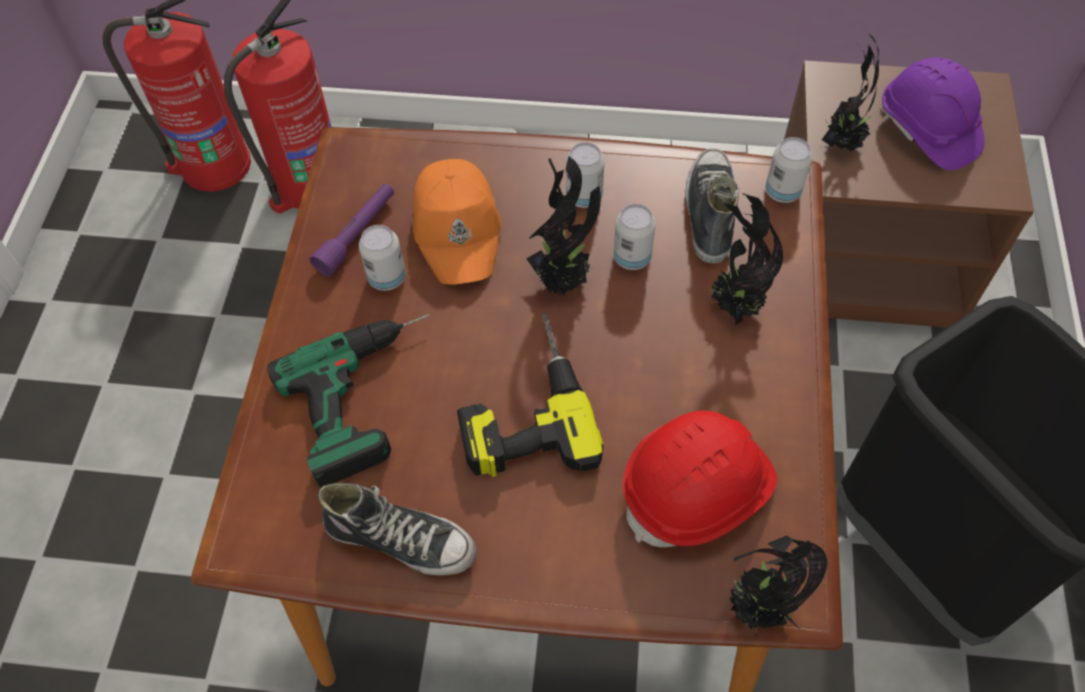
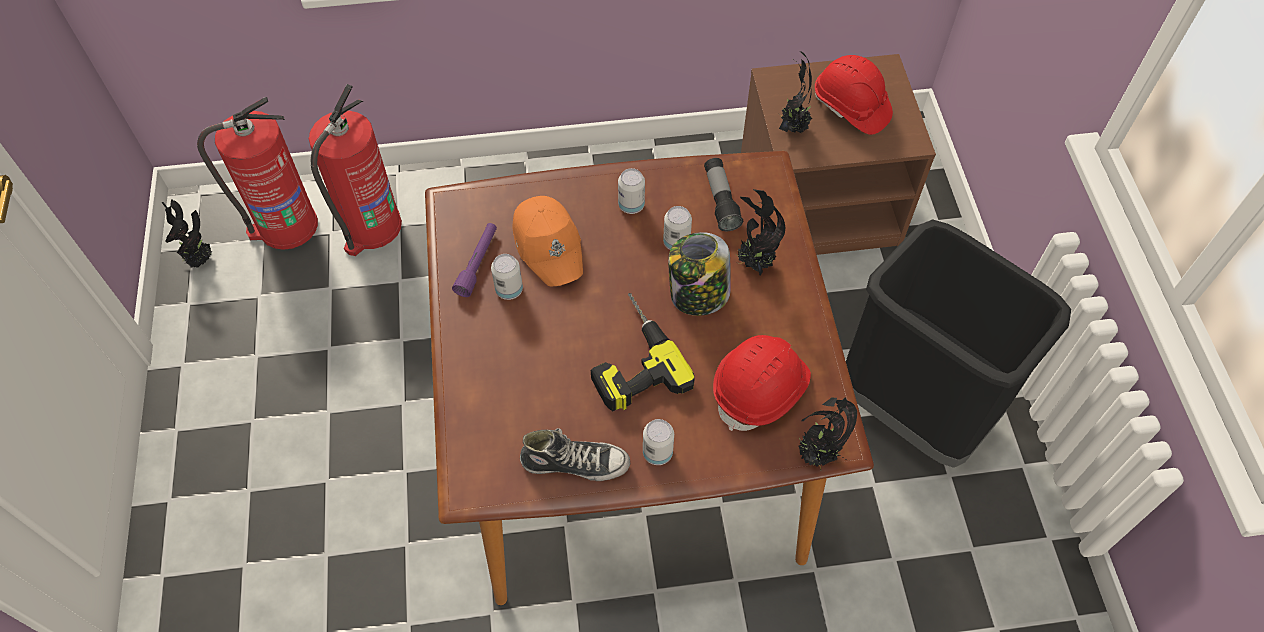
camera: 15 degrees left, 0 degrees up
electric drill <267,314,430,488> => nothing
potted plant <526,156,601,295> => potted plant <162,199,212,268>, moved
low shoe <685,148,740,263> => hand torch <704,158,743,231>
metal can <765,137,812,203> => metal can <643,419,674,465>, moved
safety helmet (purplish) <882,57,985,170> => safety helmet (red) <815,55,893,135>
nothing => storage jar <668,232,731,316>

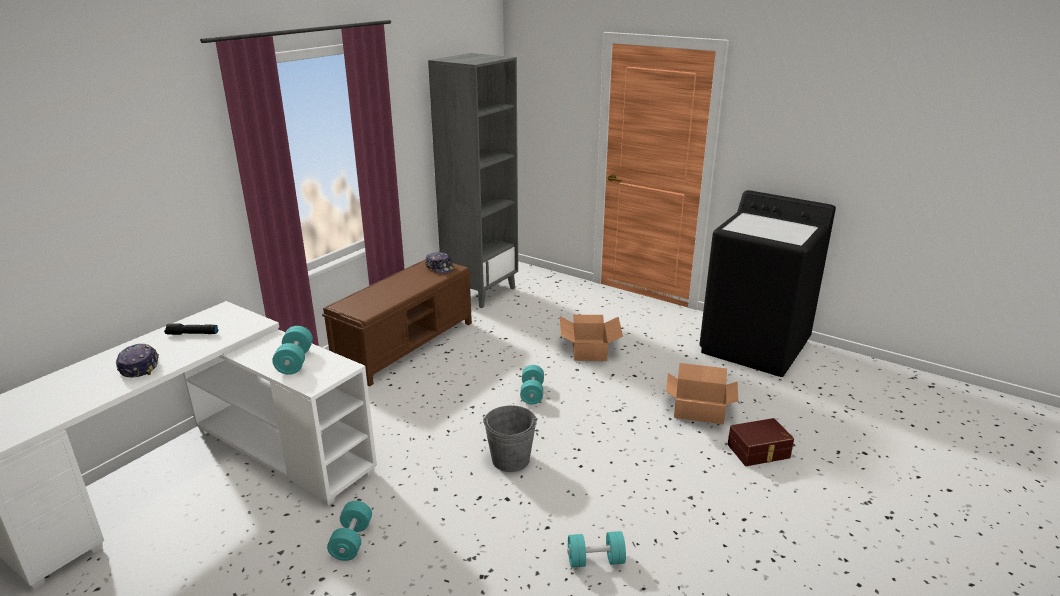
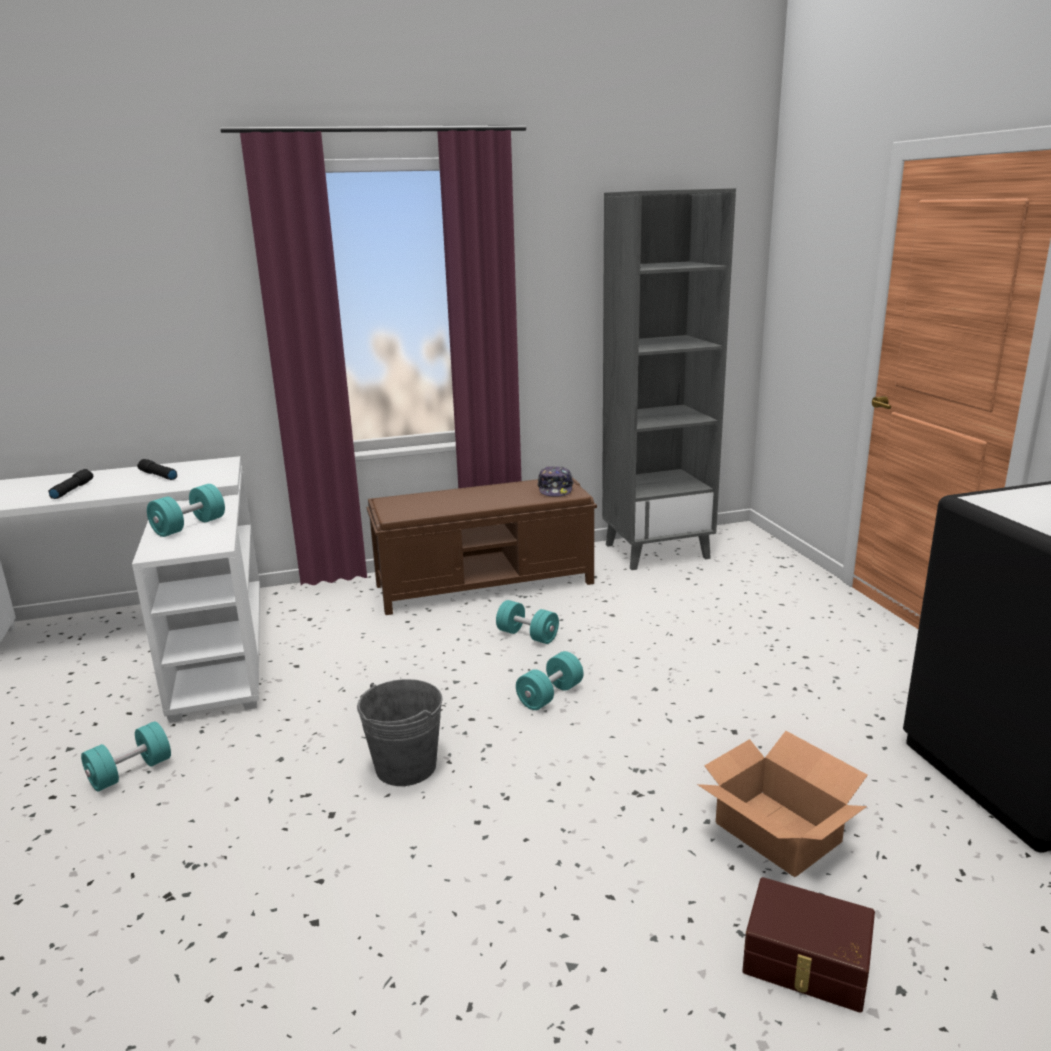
camera: 40 degrees right, 5 degrees down
baseball cap <116,344,159,377> => hand torch (blackish) <49,469,93,499>
cardboard box <560,315,623,361> => nothing
free weight (turquoise) <567,531,626,568> => free weight (turquoise) <496,600,559,644>, moved

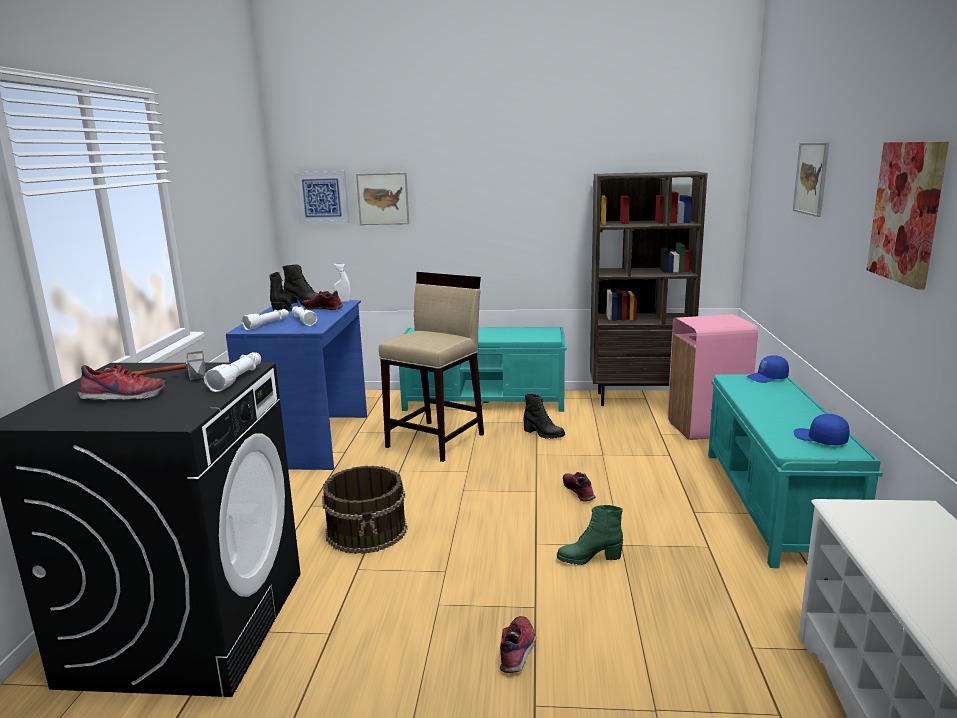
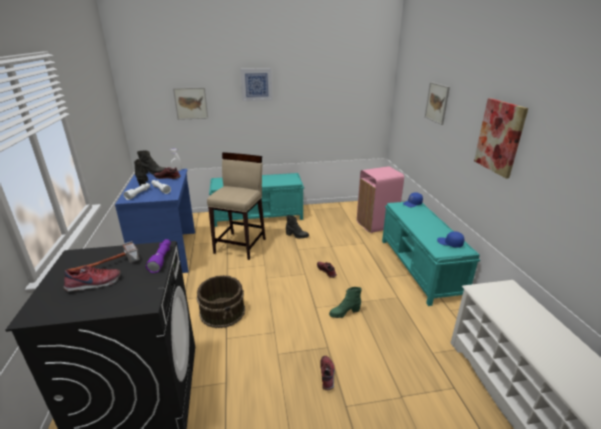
camera: 15 degrees left, 10 degrees up
hand torch (whitish) <204,352,261,392> => hand torch (purplish) <146,239,171,273>
wall art <294,171,349,224> => wall art <240,68,272,101>, moved
bookshelf (brown-coloured) <590,171,707,406> => nothing

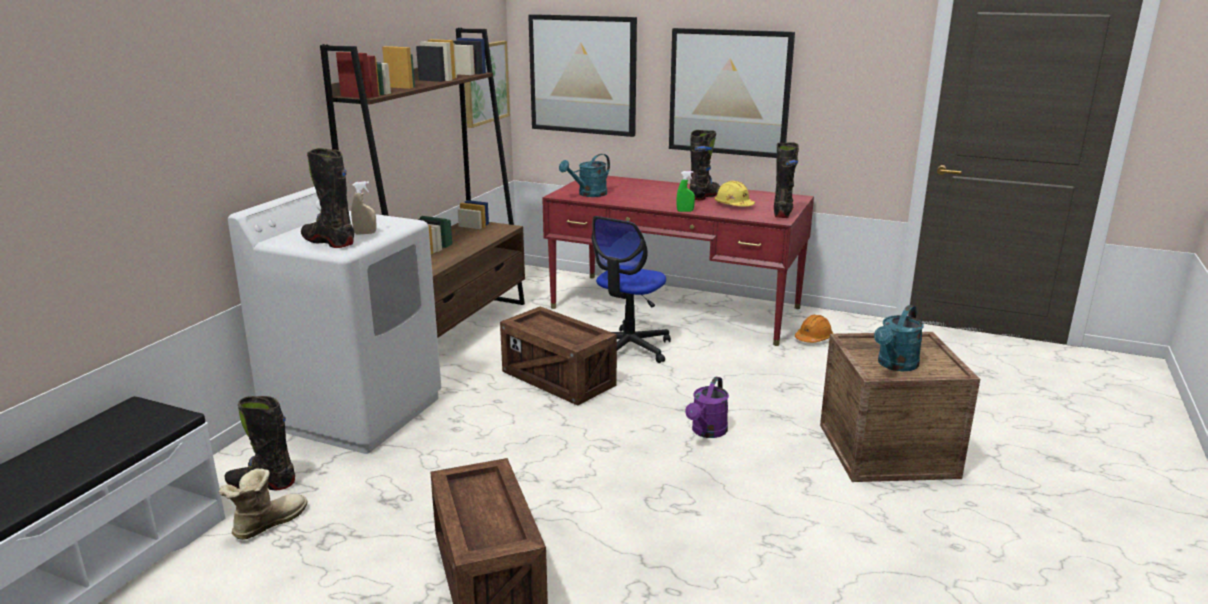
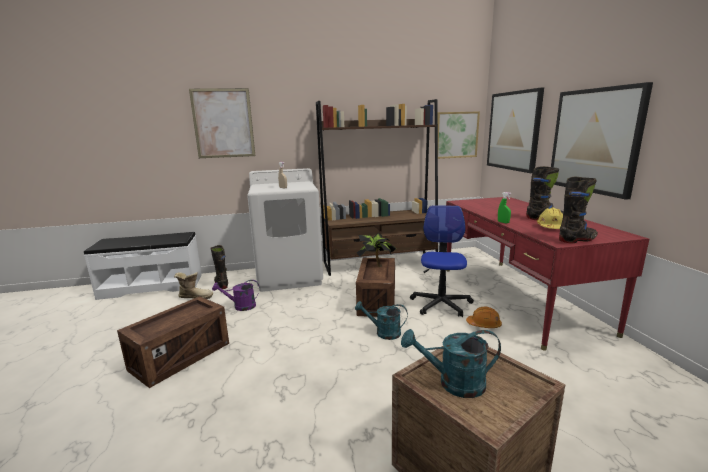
camera: 55 degrees right, 5 degrees down
tall boot (blackish) <301,148,354,248> => nothing
watering can (turquoise) <559,154,610,197> => watering can (turquoise) <355,301,408,340>, moved
desk chair <592,216,671,363> => desk chair <410,205,474,317>, 105 degrees clockwise
watering can (purplish) <685,376,729,438> => watering can (purplish) <212,280,260,311>, moved
safety helmet (orange) <795,315,833,343> => safety helmet (orange) <466,307,502,328>, moved
nothing => wall art <189,88,255,158>
nothing => potted plant <357,233,396,267>

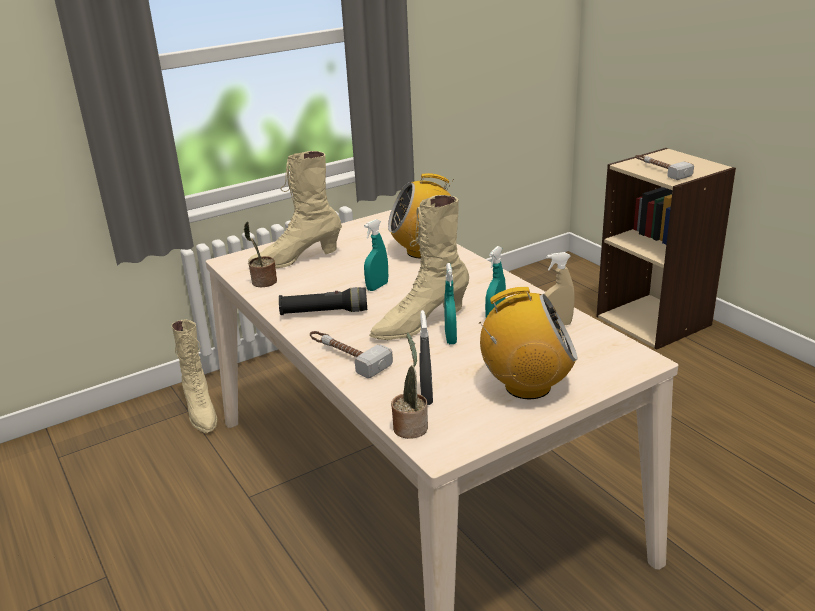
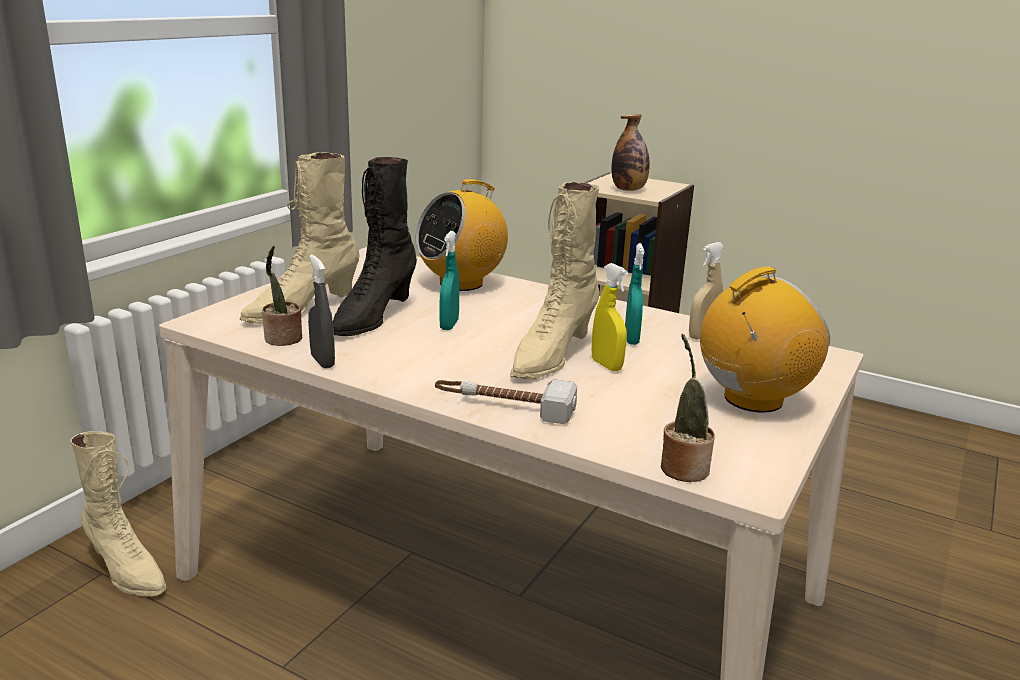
camera: 30 degrees left, 5 degrees down
hand torch (blackish) <279,287,367,315> => nothing
sprayer (greyish) <419,310,433,405> => sprayer (greyish) <308,255,335,369>, moved
sprayer (turquoise) <444,263,457,344> => sprayer (yellowish) <592,263,628,371>
hand hammer <635,155,694,180> => beverage bottle <611,114,650,191>
nothing => tall boot (blackish) <333,157,417,336>

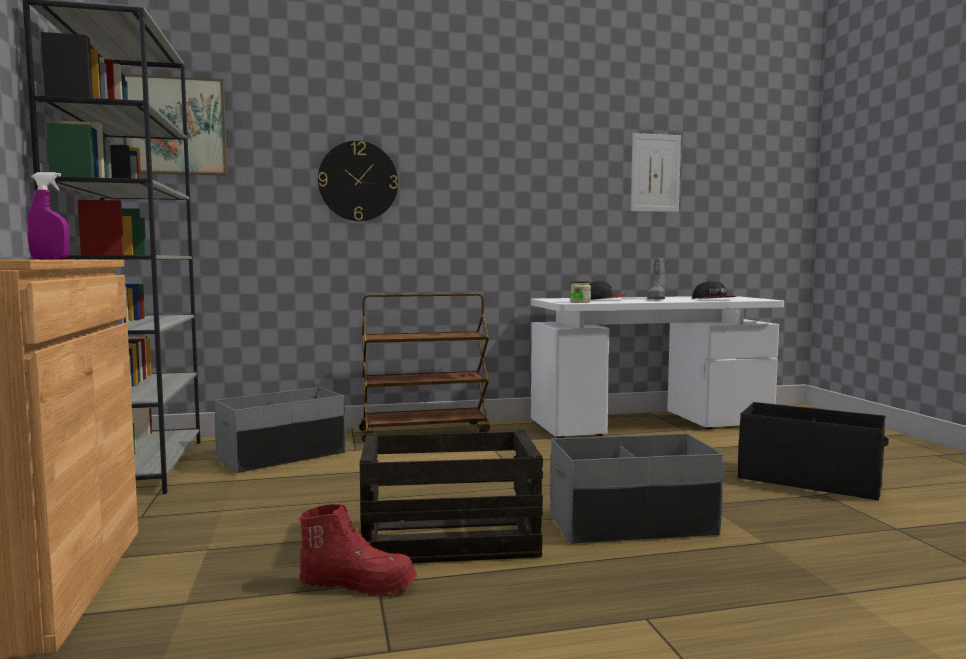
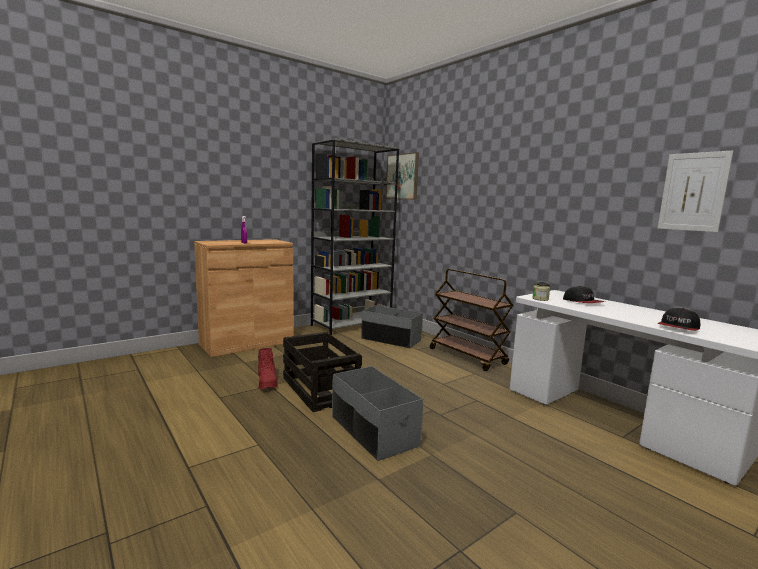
camera: 65 degrees right, 5 degrees up
hanging clock <318,141,398,221> => nothing
tall boot (greyish) <647,257,666,299> => nothing
storage container (blackish) <738,402,889,501> => nothing

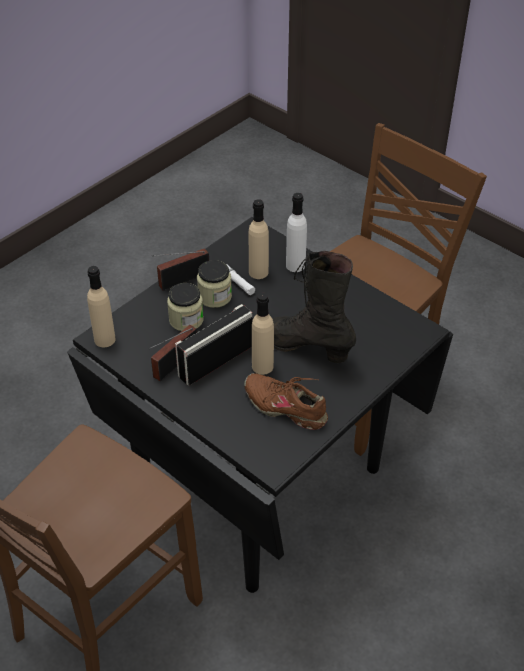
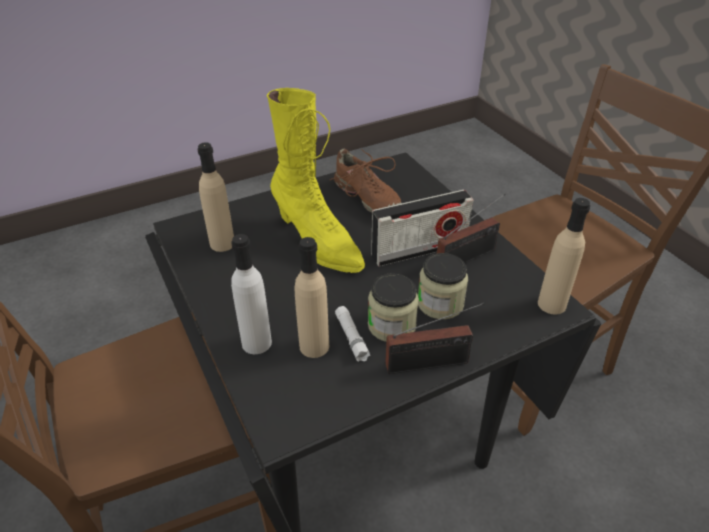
camera: 160 degrees left, 5 degrees down
beverage bottle (beige-coloured) <252,293,274,375> => beverage bottle (beige-coloured) <198,142,234,252>, moved
tall boot (blackish) <272,251,356,363> => tall boot (yellowish) <267,88,365,273>

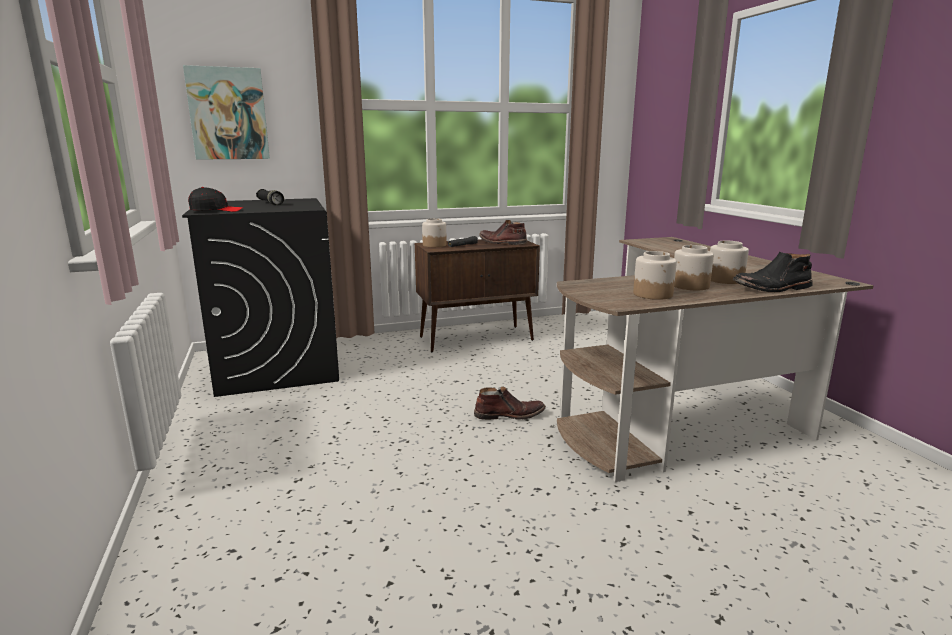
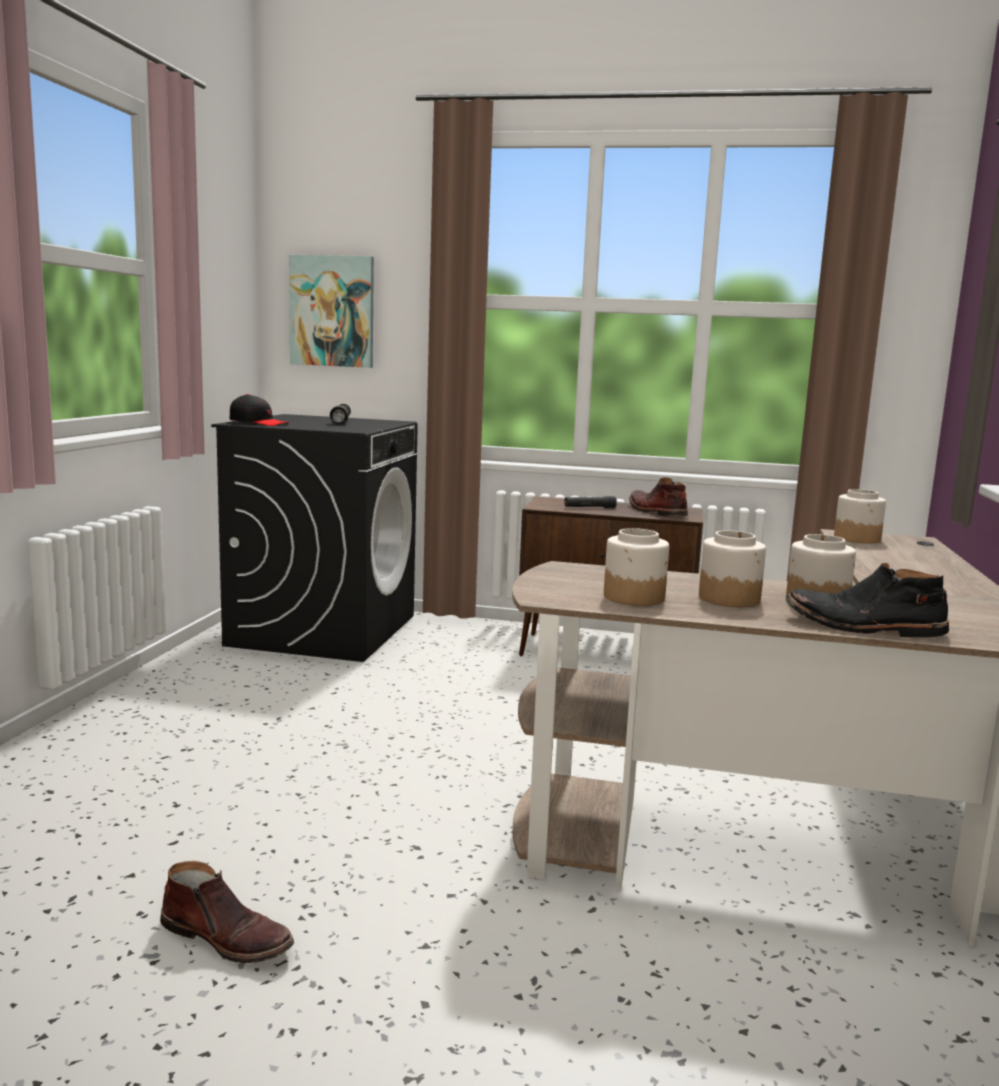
camera: 30 degrees right, 5 degrees down
storage jar <422,218,447,247> => storage jar <834,489,886,544>, moved
tall boot (brown-coloured) <474,386,546,420> => tall boot (brown-coloured) <160,861,294,963>, moved

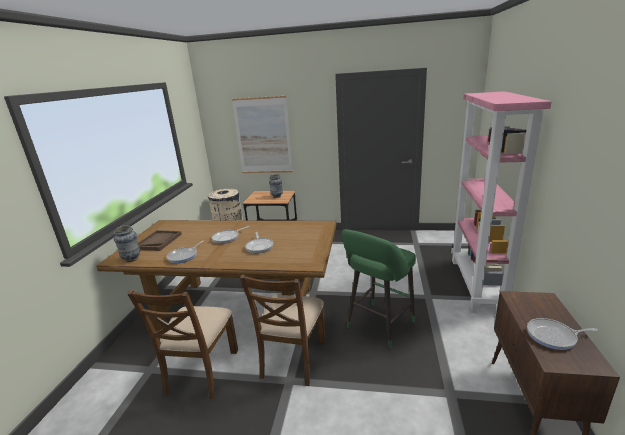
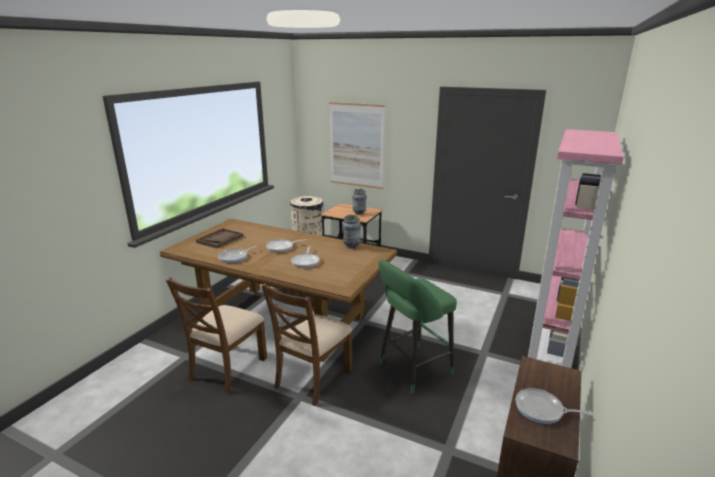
camera: 15 degrees right, 0 degrees up
vase <114,225,140,262> => vase <342,215,361,249>, moved

